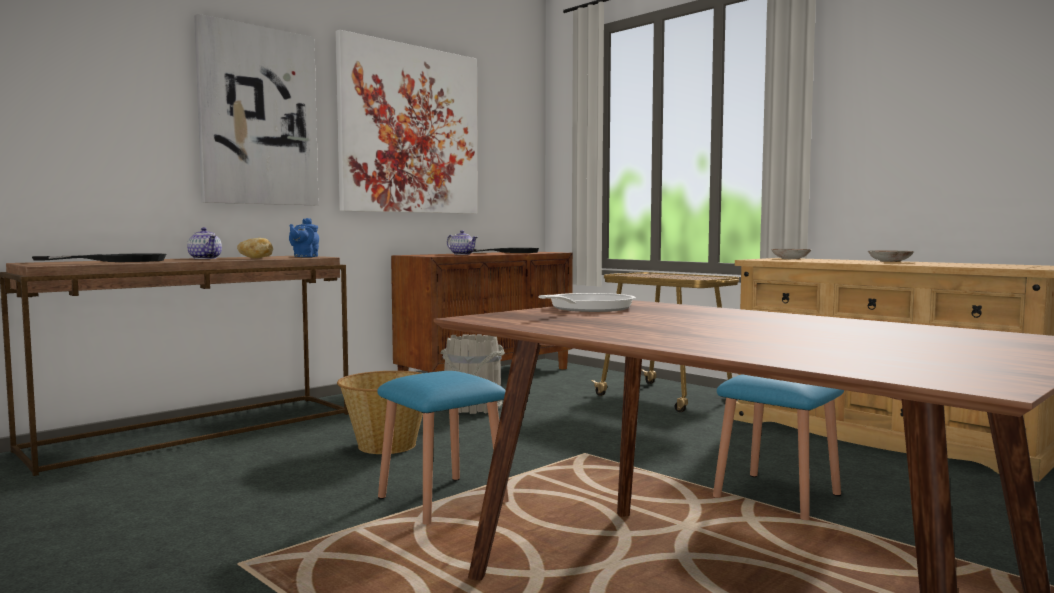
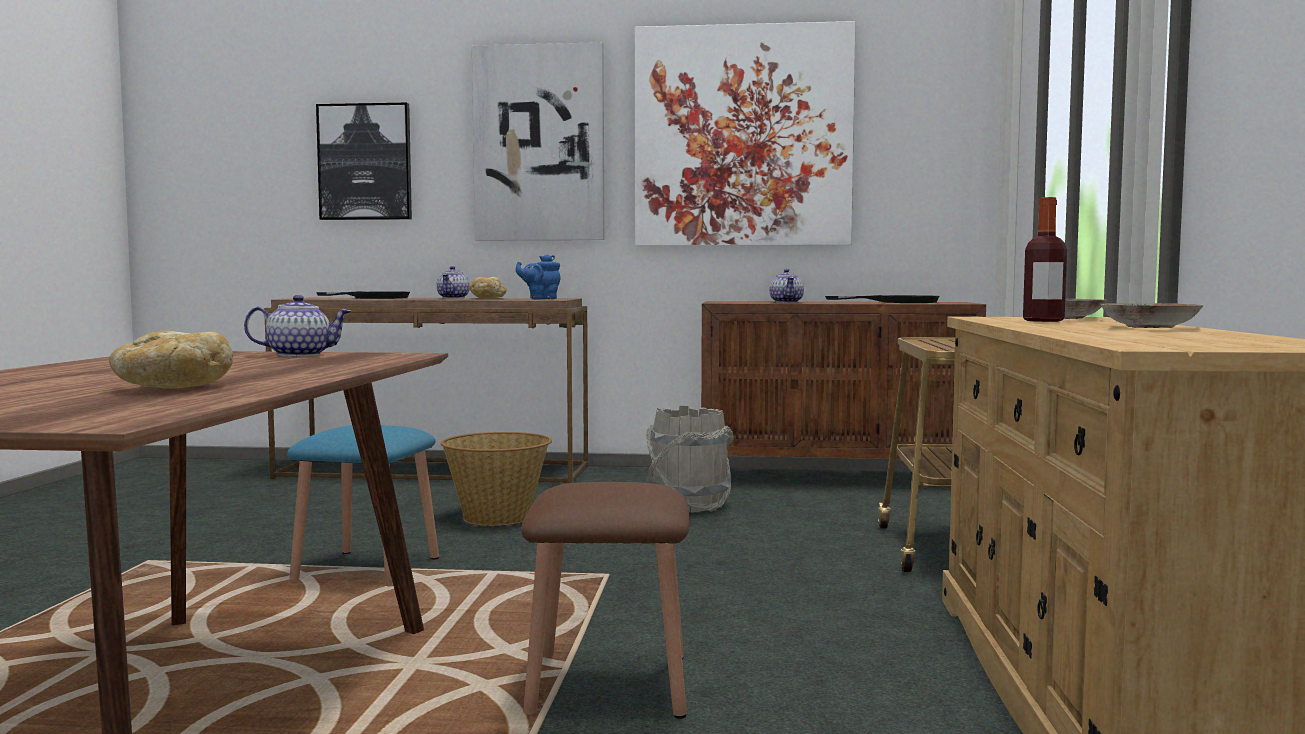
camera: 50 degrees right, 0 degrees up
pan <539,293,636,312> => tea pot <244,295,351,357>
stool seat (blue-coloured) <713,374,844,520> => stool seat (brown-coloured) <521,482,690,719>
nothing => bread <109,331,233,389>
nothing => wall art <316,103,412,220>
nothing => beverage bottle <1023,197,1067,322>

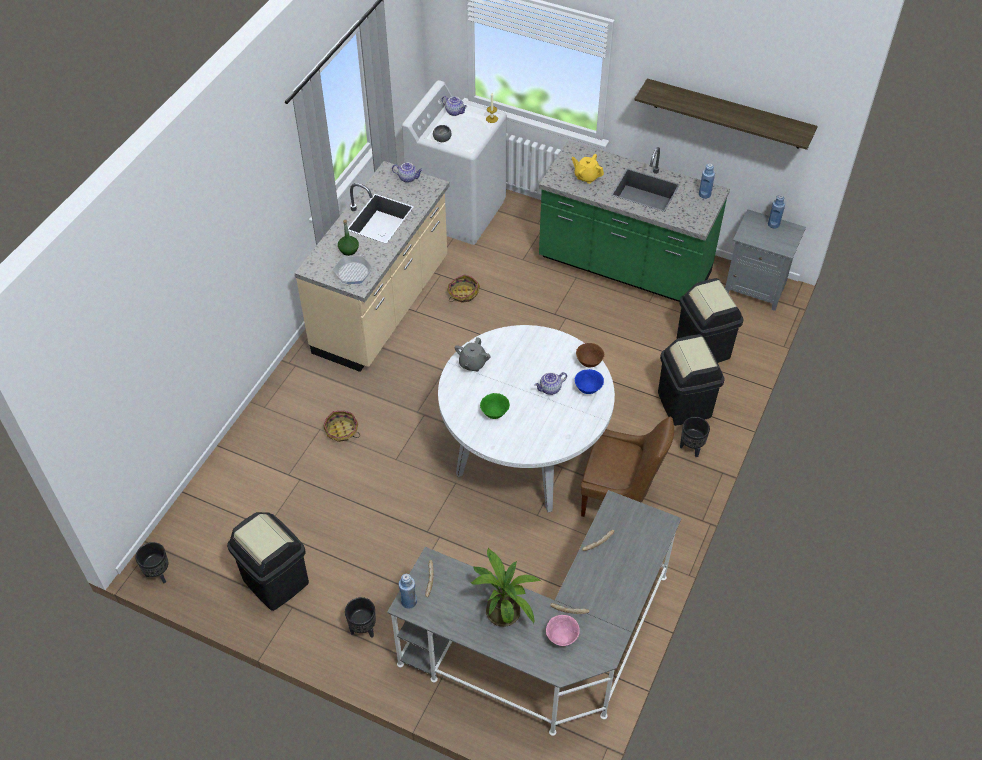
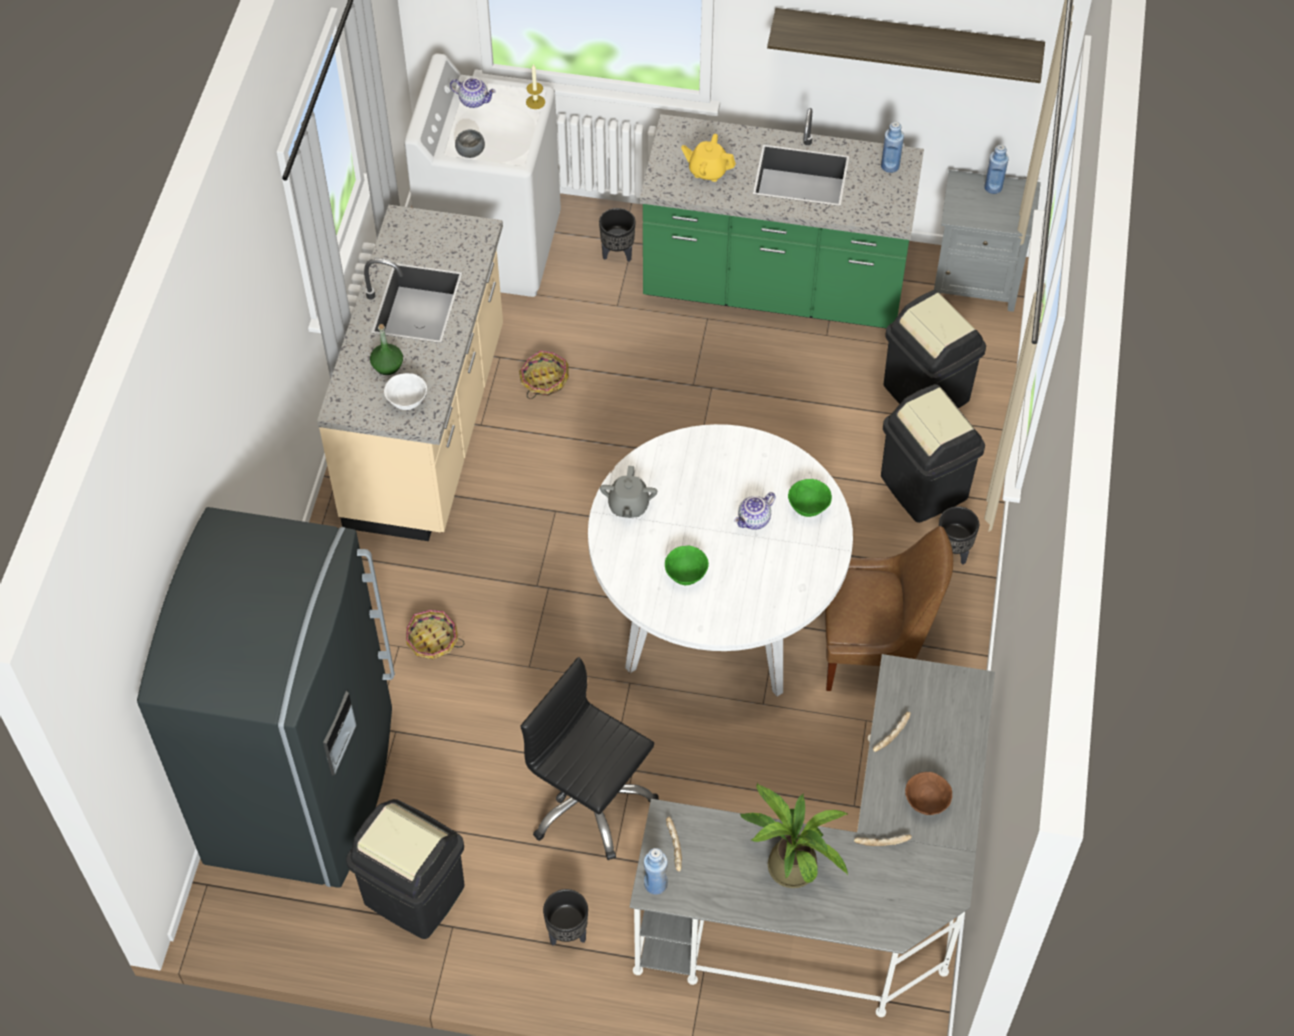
camera: 15 degrees left, 5 degrees up
planter (blackish) <135,542,168,583> => planter (blackish) <599,208,636,262>, moved
pan <333,255,372,284> => deep dish (whitish) <384,373,427,410>
tea pot <392,163,423,183> => nothing
deep dish (pinkish) <546,615,580,646> => nothing
deep dish (blue-coloured) <575,369,604,394> => deep dish (green) <788,479,832,517>
deep dish (brown-coloured) <576,343,604,368> => deep dish (brown-coloured) <905,772,952,815>, moved
nothing => fridge (greyish) <137,507,395,888>
nothing => desk chair (blackish) <521,657,659,860>

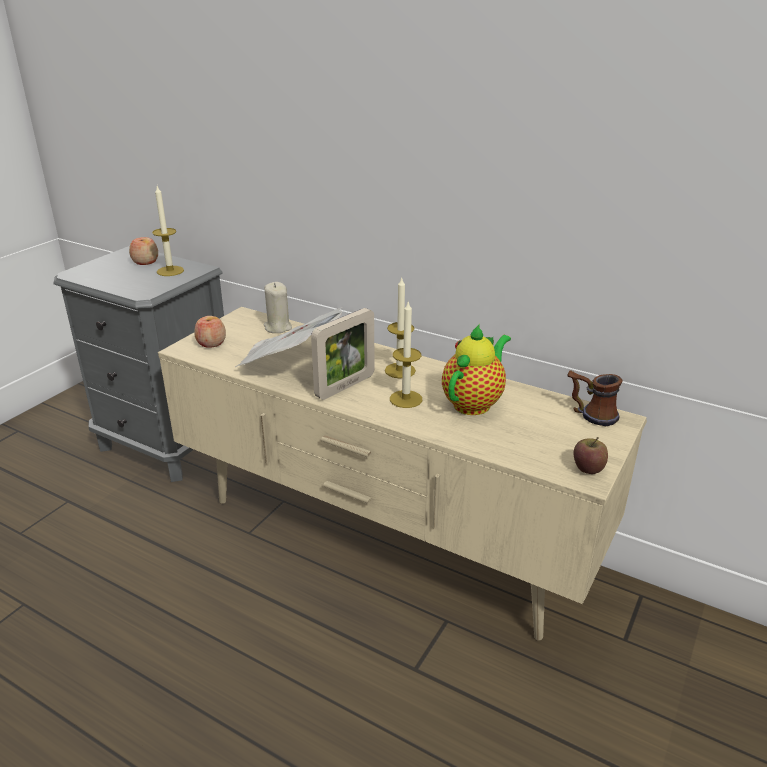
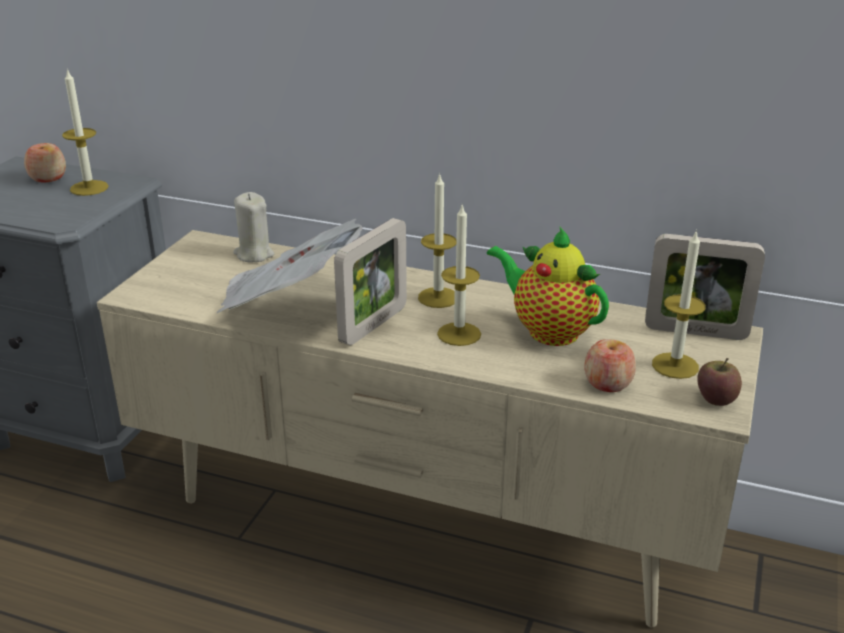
camera: 10 degrees left, 0 degrees up
whole apple <194,316,226,348> => whole apple <584,339,636,392>, moved
tea pot <442,324,511,415> => tea pot <487,227,609,346>, 75 degrees counterclockwise
tea mug <567,370,623,426> => photo frame <645,234,765,340>
nothing => wax candle <652,230,706,379>

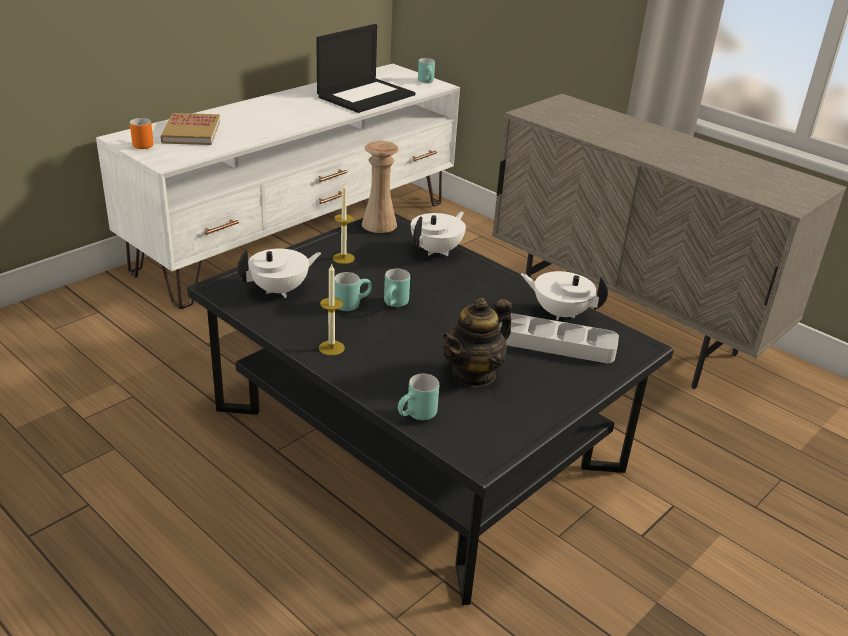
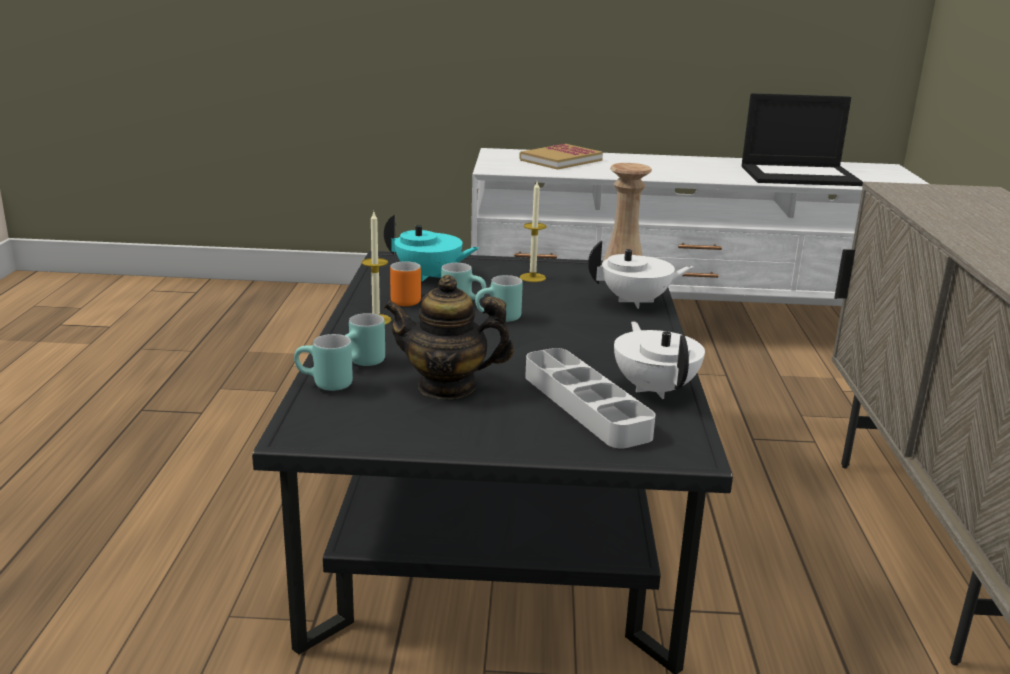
camera: 50 degrees right, 10 degrees down
tea mug (orange) <130,118,154,149> => tea mug (orange) <390,261,421,306>, moved
tea pot (whitish) <238,249,321,298> => tea pot (turquoise) <384,215,479,282>
tea mug (turquoise) <418,58,435,83> => tea mug (turquoise) <345,313,385,366>, moved

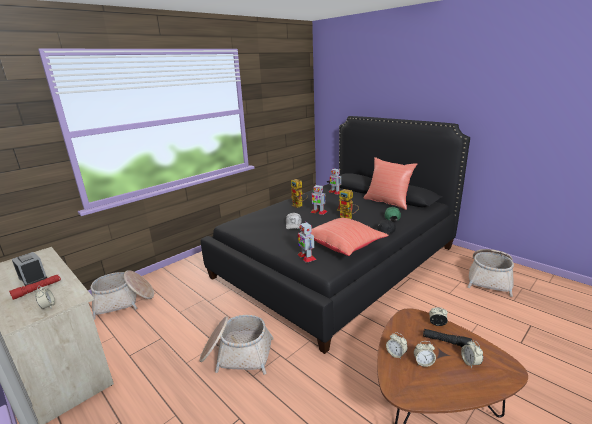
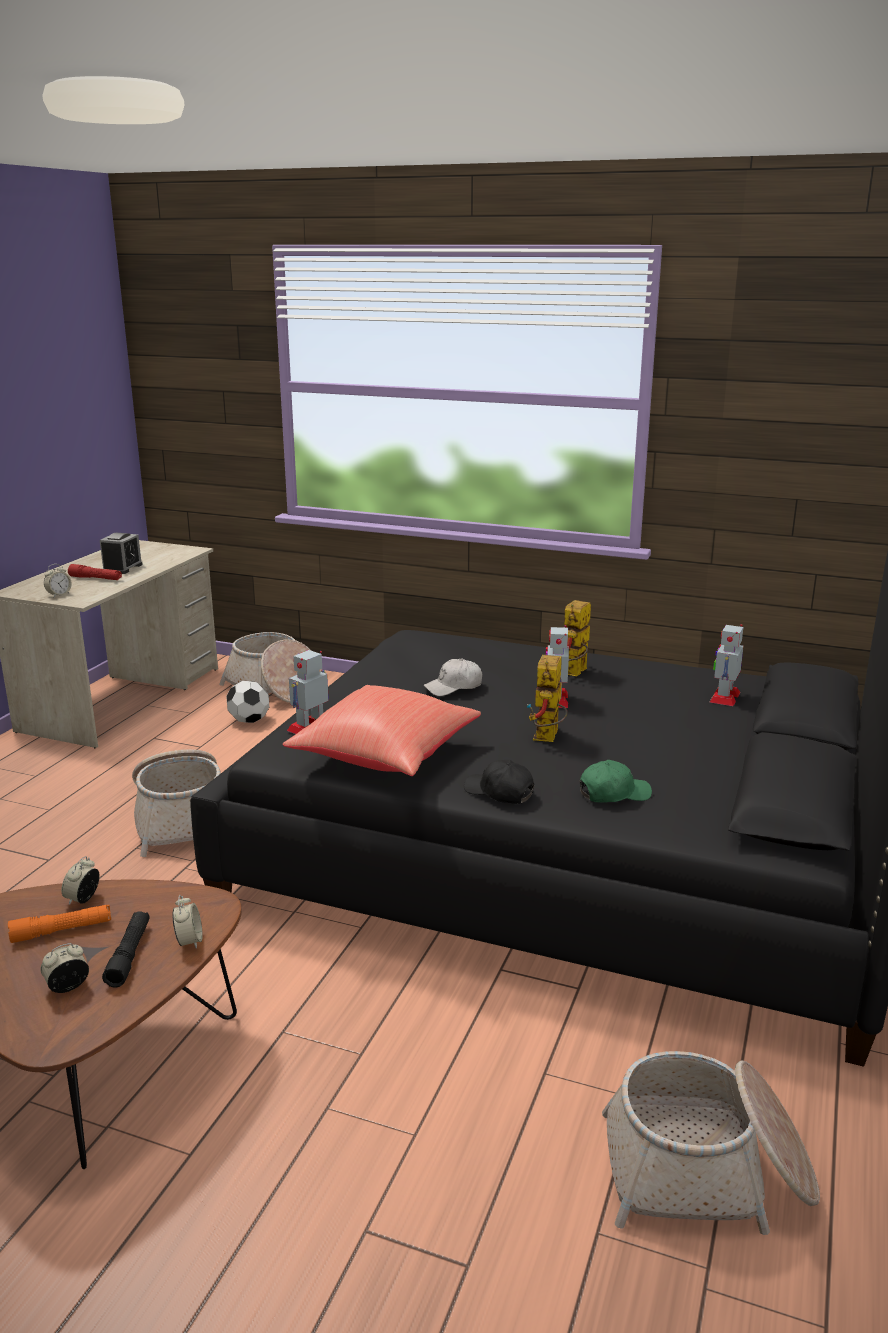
camera: 65 degrees right, 0 degrees up
throw pillow (red) <364,157,417,210> => nothing
bedside clock <414,341,436,367> => hand torch (orange) <8,905,111,943>
nothing => football <226,681,269,723>

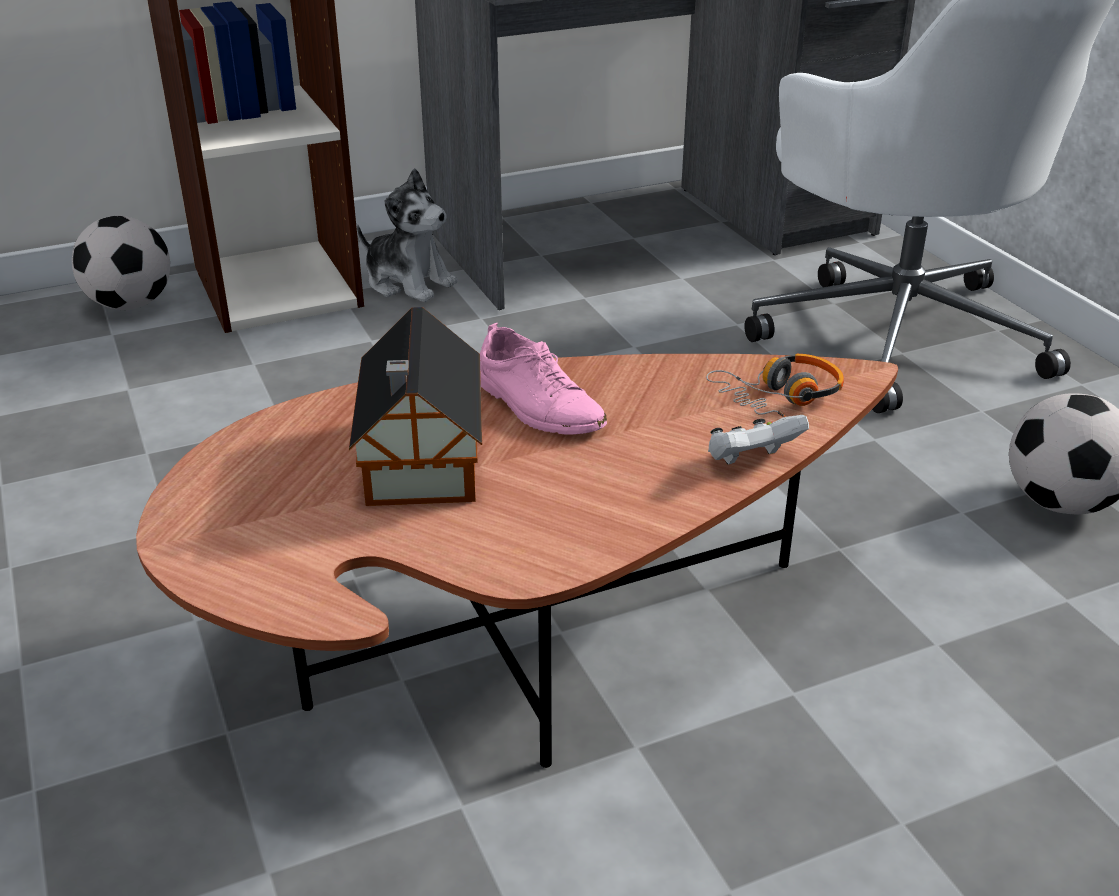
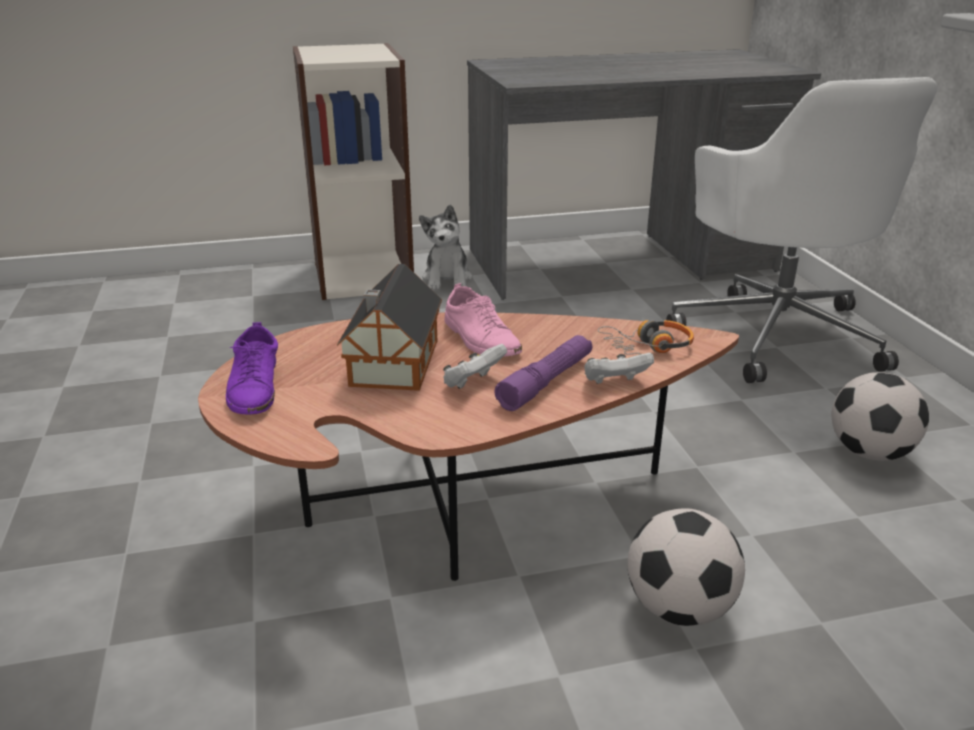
camera: 10 degrees right, 5 degrees down
football <72,216,170,310> => football <628,508,745,626>, moved
cuddly toy <357,168,457,302> => cuddly toy <419,204,473,290>, 45 degrees clockwise
nothing => low shoe (purplish) <226,322,278,415>
nothing => game controller (whitish) <443,344,507,389>
nothing => hand torch (purplish) <494,335,593,411>

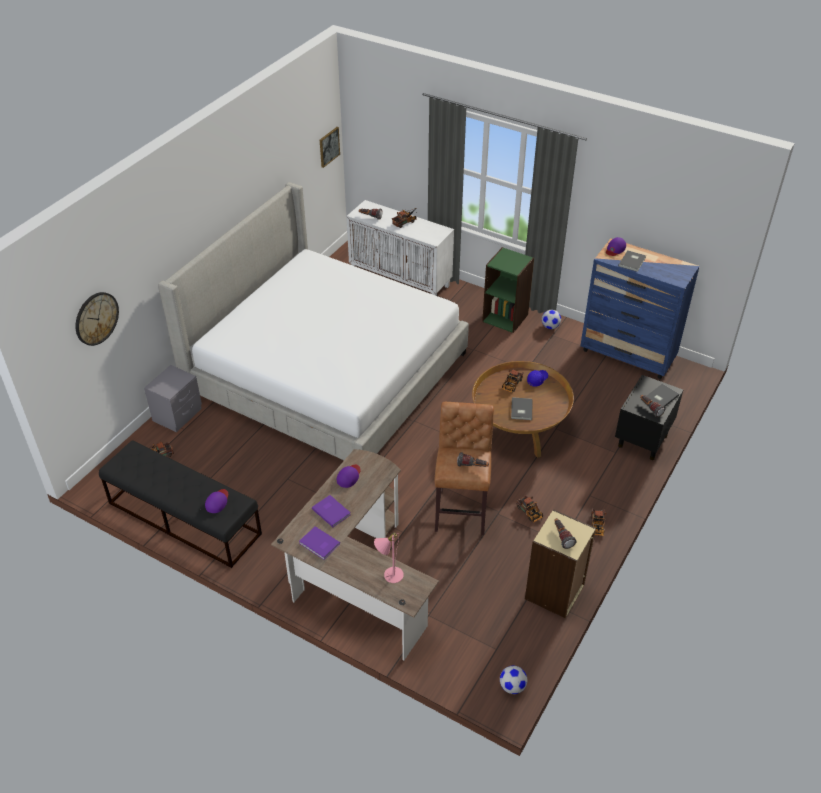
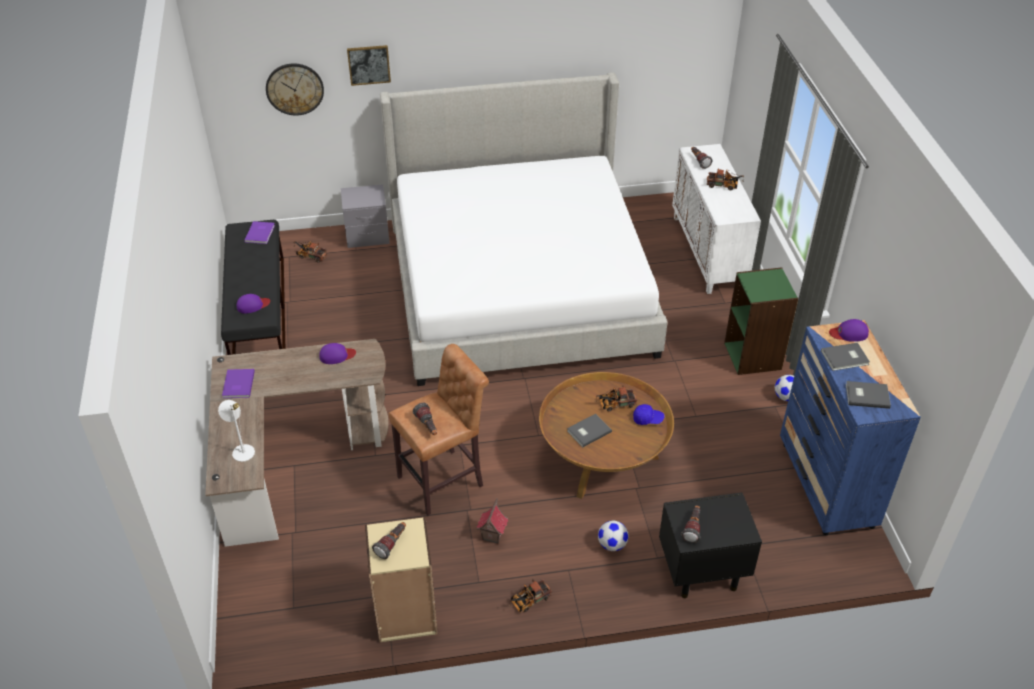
camera: 50 degrees right, 0 degrees up
bound book (purplish) <312,495,351,527> => bound book (purplish) <244,221,275,244>, moved
wall art <320,127,340,168> => wall art <347,45,391,86>, moved
lamp for a table (pinkish) <374,532,404,583> => lamp for a table (whitish) <218,400,255,462>
football <500,666,527,694> => football <598,521,628,551>, moved
toy truck <516,495,543,523> => model house <477,498,508,544>
bound book (greyish) <646,384,679,407> => bound book (greyish) <846,381,891,409>, moved

